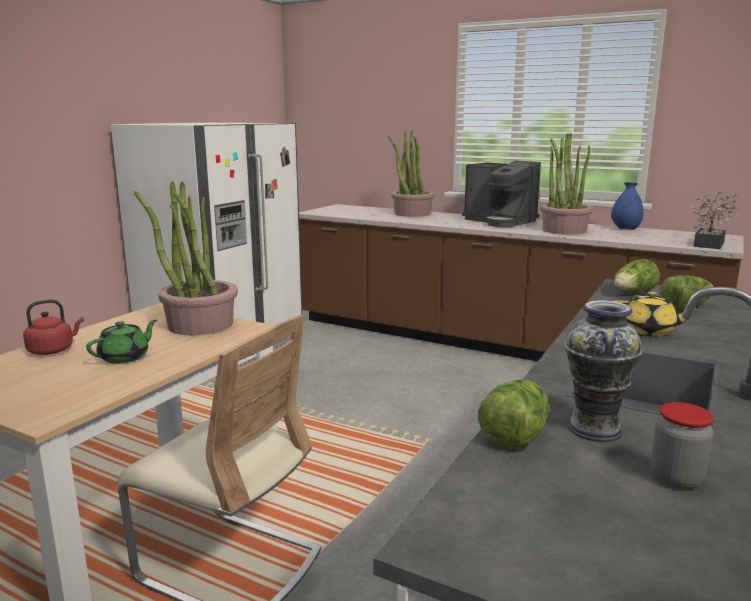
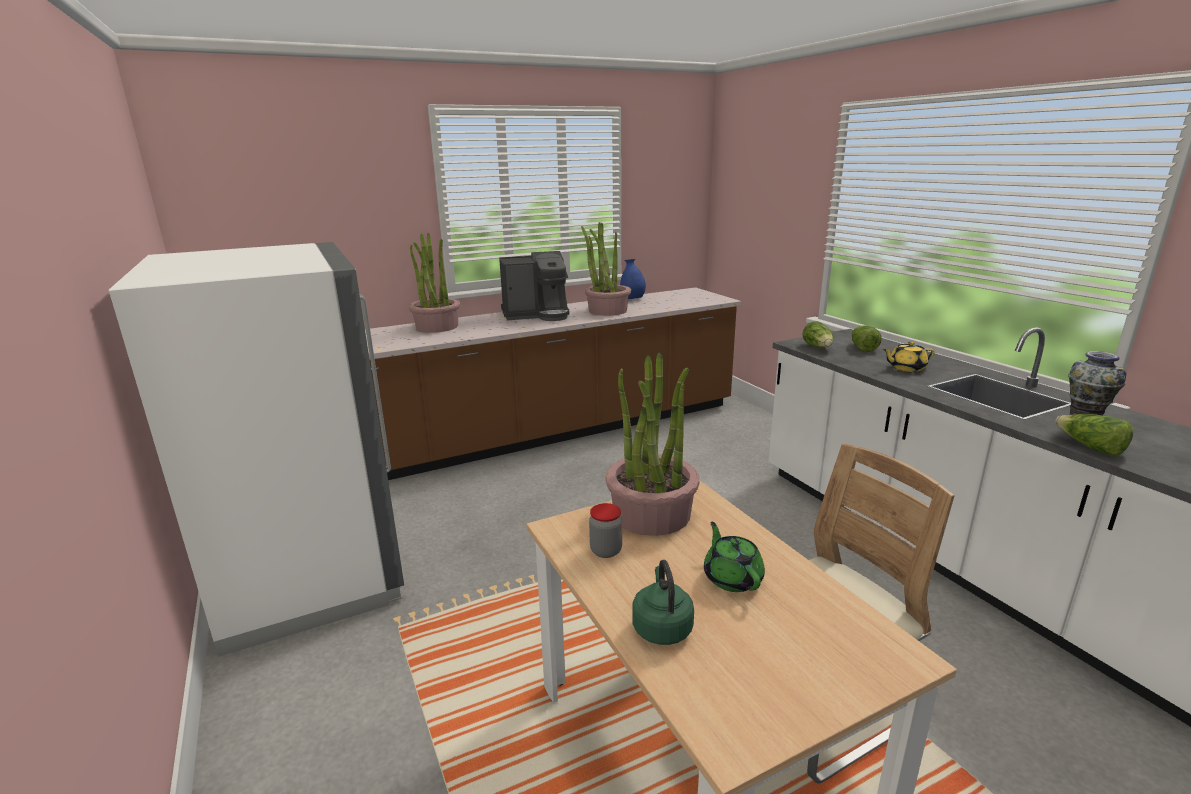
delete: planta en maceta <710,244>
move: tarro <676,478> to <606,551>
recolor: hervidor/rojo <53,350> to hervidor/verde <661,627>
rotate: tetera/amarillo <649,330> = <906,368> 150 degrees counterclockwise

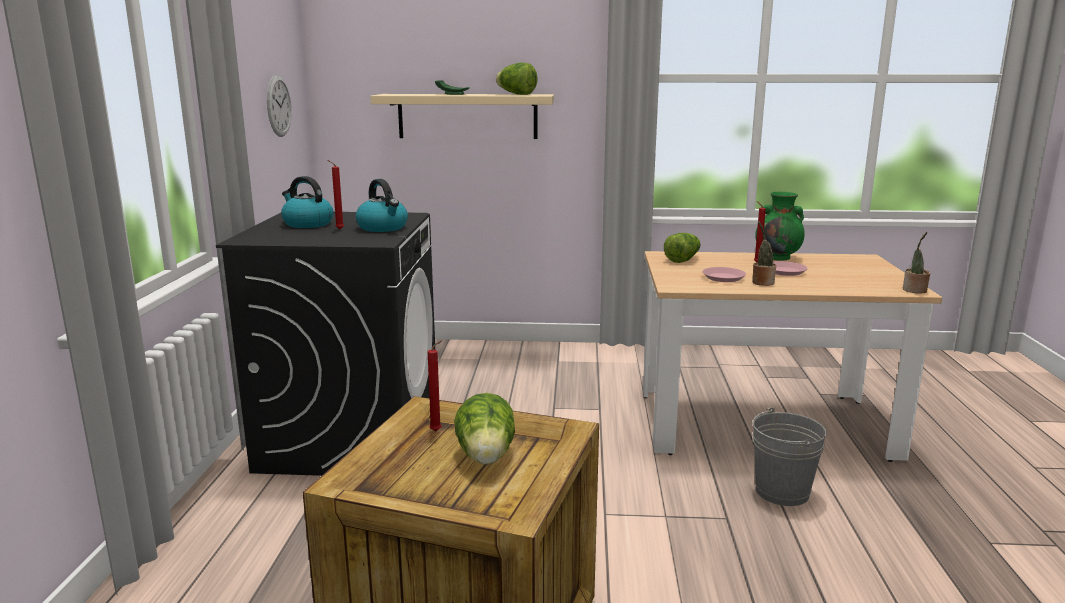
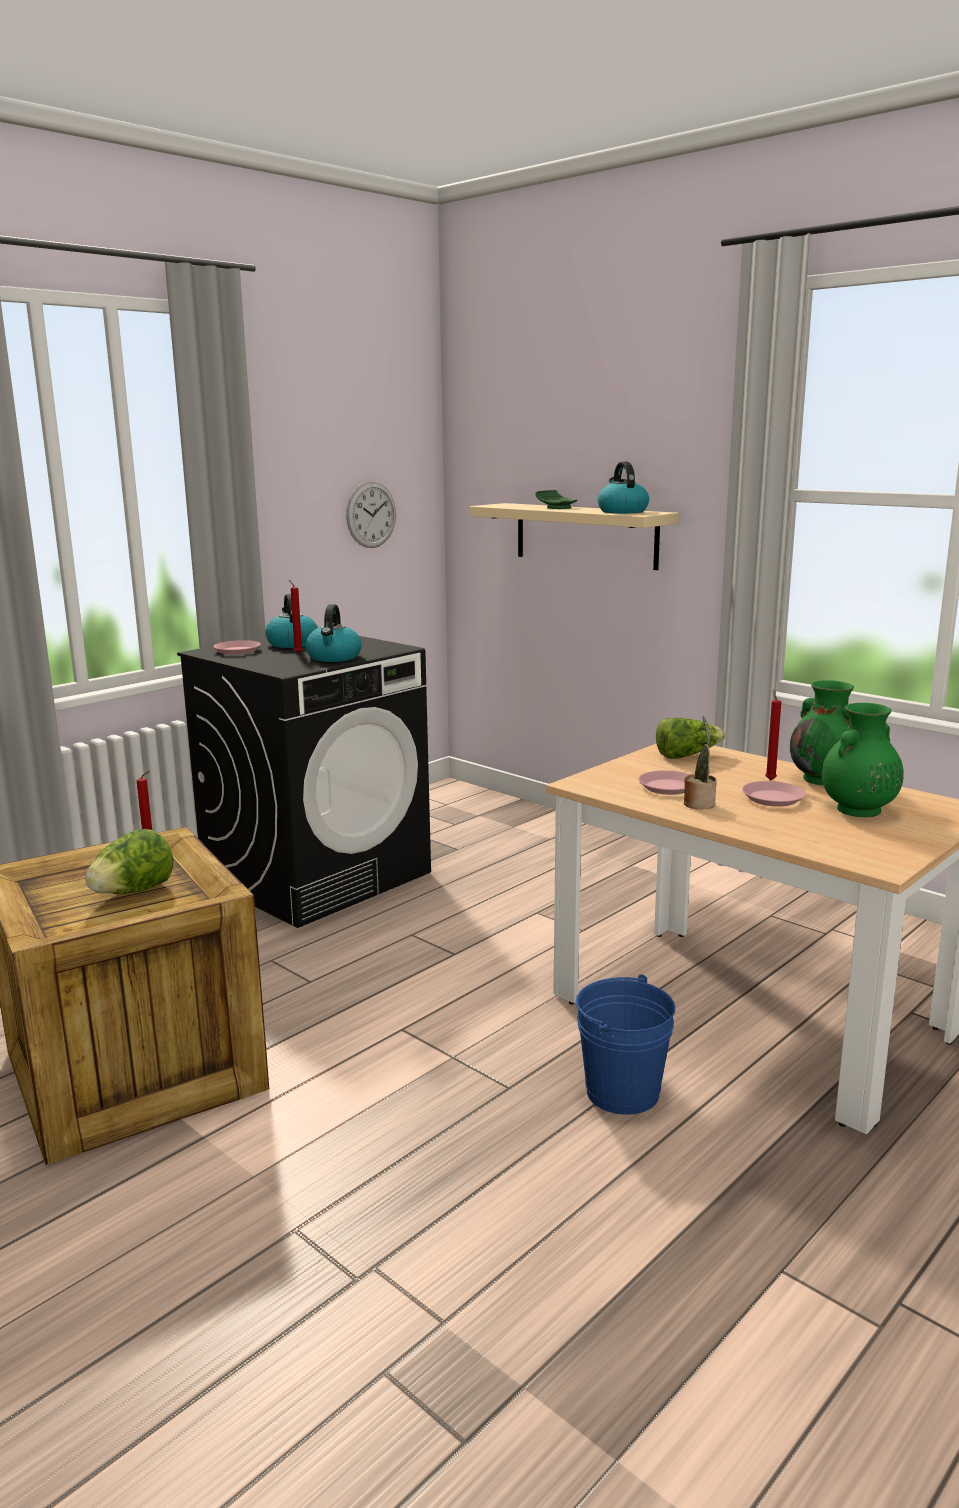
delete: planta en maceta <914,290>
insert: plato/rosa <237,651>; florero/verde <857,810>
replace: lechuga <516,94> to hervidor <622,511>
recolor: cubo/gris <782,491> to cubo/azul <622,1092>

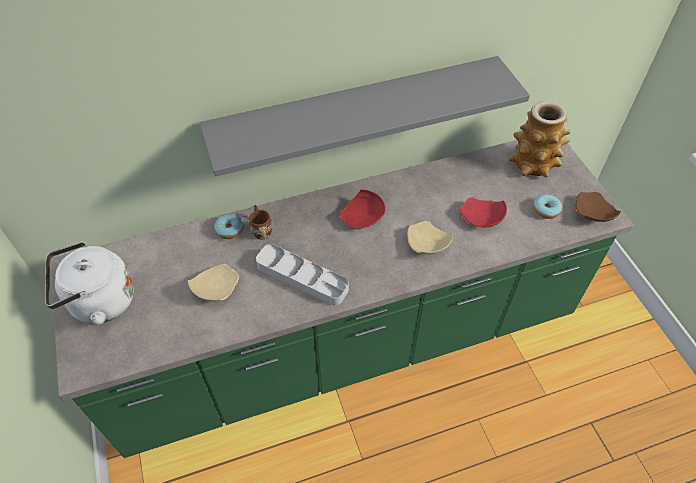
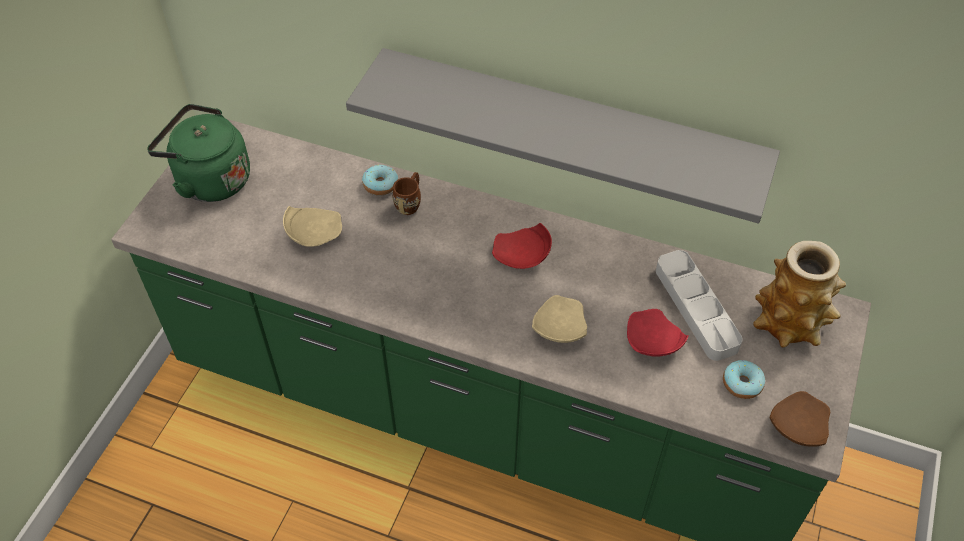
move: bandeja/gris <302,277> to <696,308>
recolor: hervidor/blanco <98,302> to hervidor/verde <209,179>

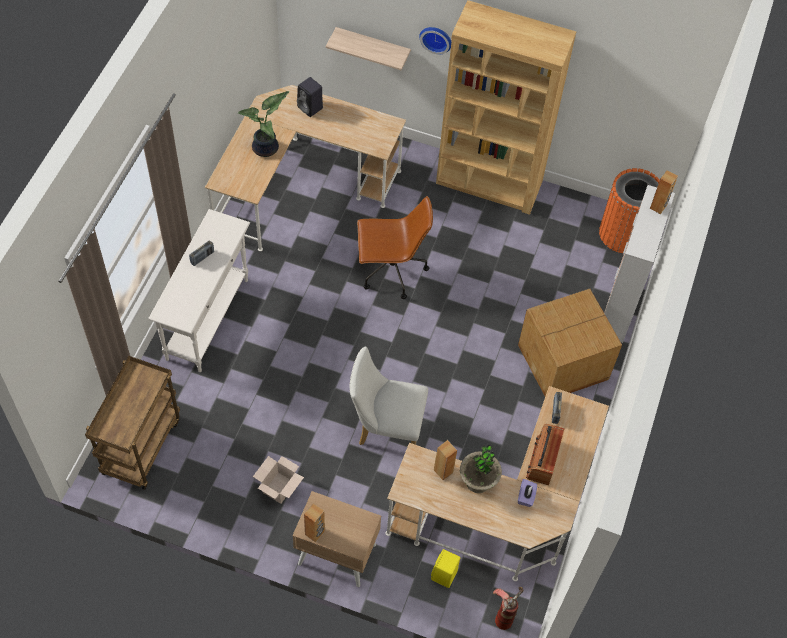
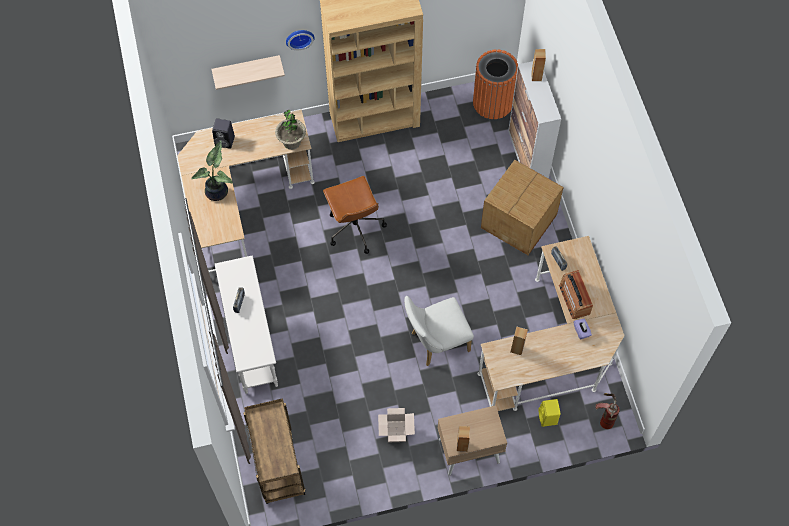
move: planta en maceta <478,482> to <292,142>
rotate: silla de oficina/marrón <391,271> = <355,227> 105 degrees clockwise

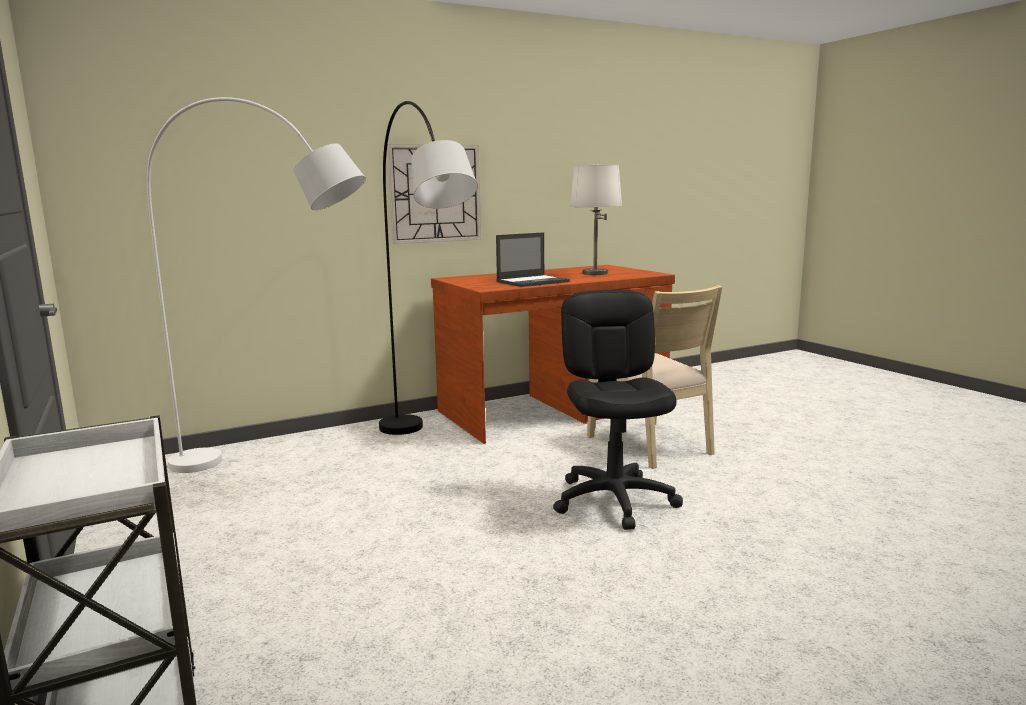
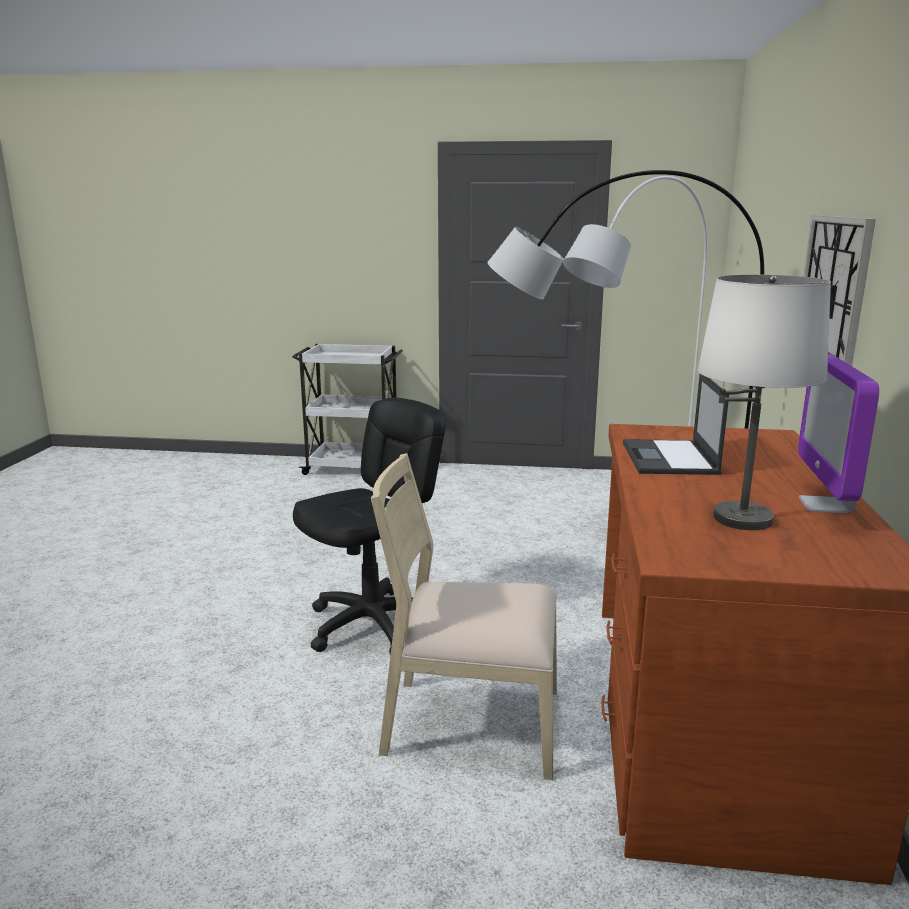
insert: monitor <825,505>
rotate: silla de oficina/negro <614,500> = <373,625> 75 degrees counterclockwise

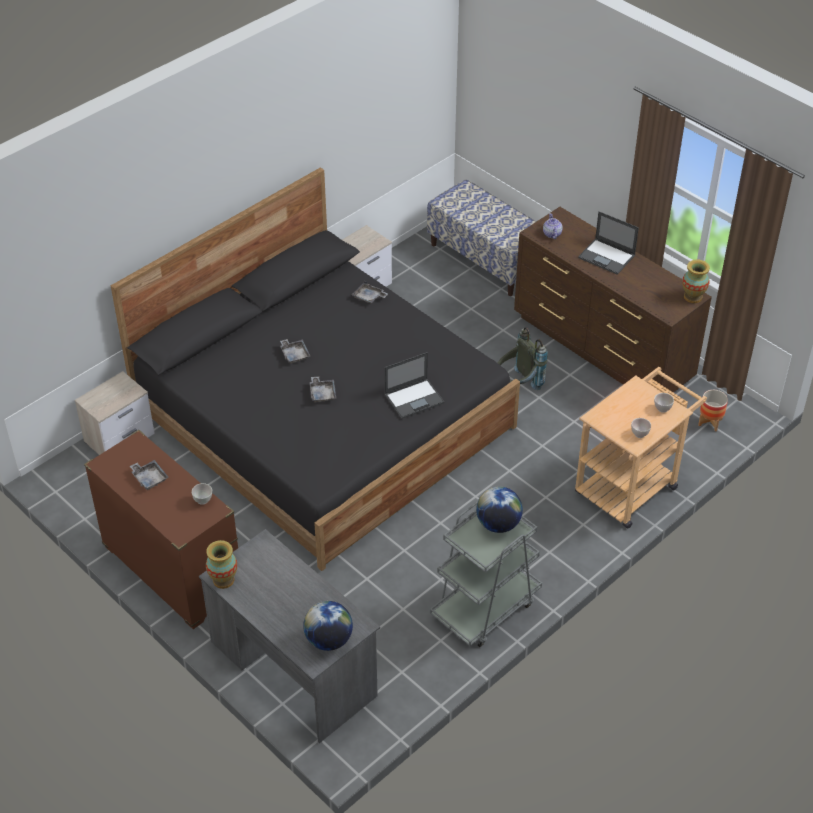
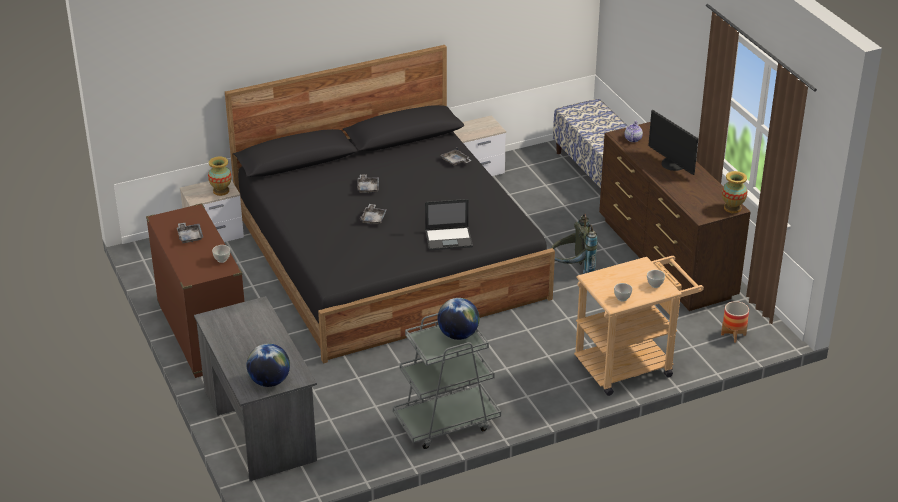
move: florero <223,580> to <221,191>
replace: portátil <607,257> to monitor <672,164>

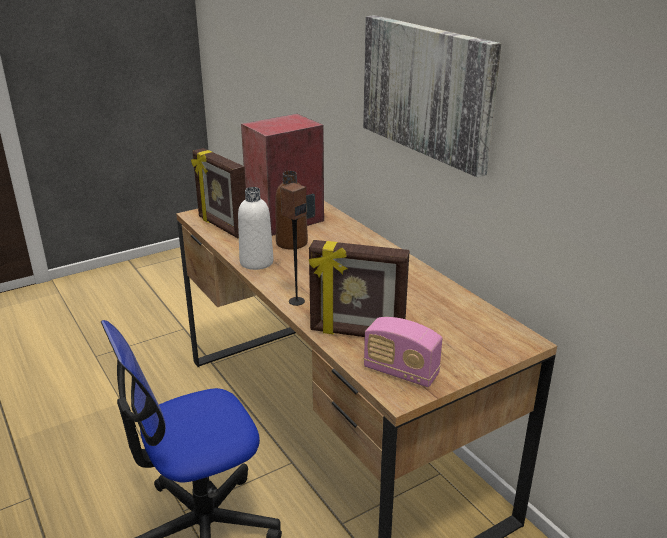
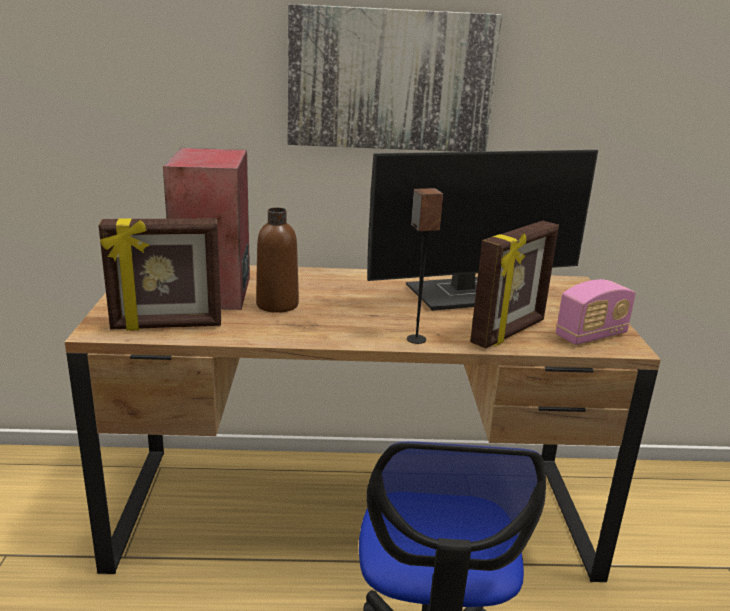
delete: botella/blanco <256,262>
insert: monitor <467,294>

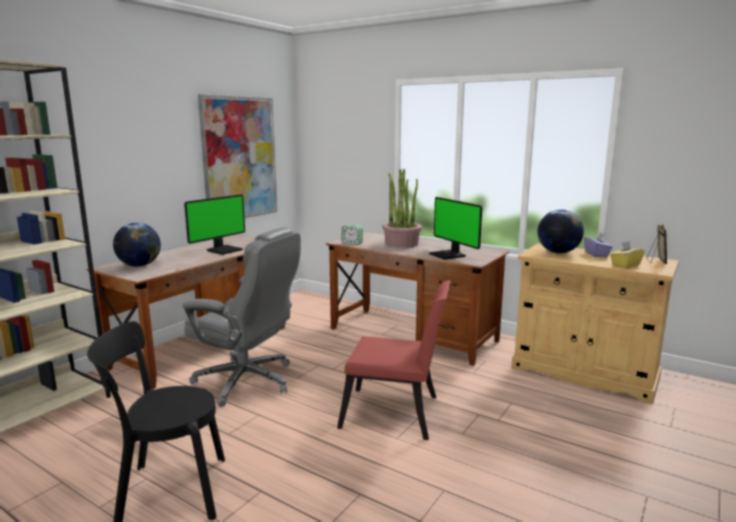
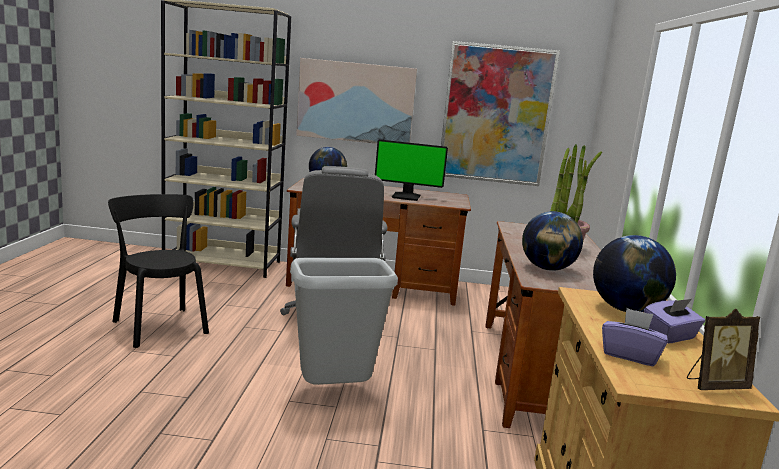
delete: despertador <352,243>
insert: cuadro <356,102>
replace: monitor <449,255> to globo terráqueo <547,269>; silla/rojo <396,414> to papelera/gris <334,393>
recolor: caja de pañuelos/amarillo <625,265> to caja de pañuelos/morado <630,355>

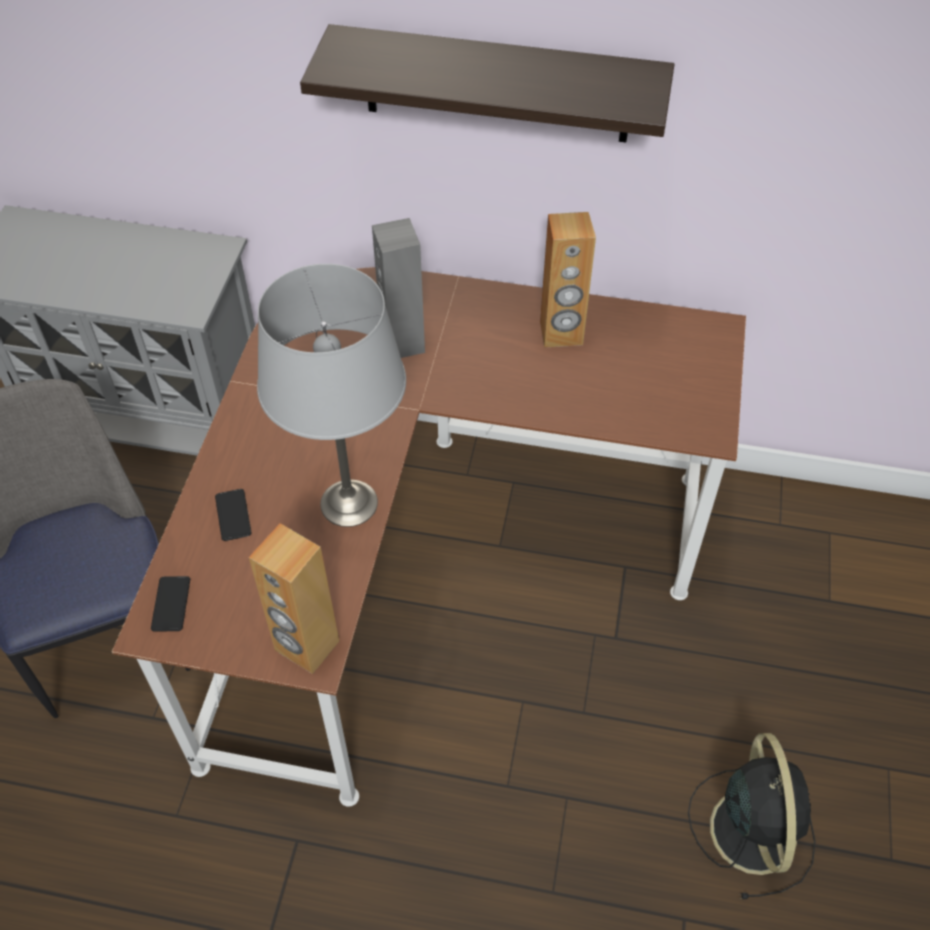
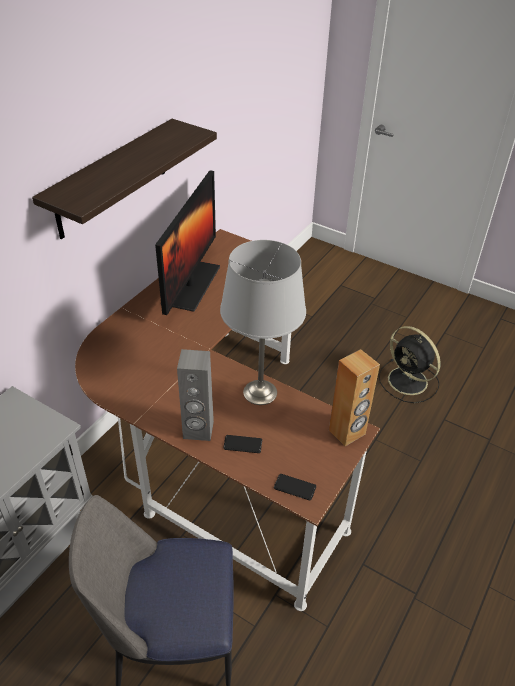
move: altavoz/gris <402,343> to <198,430>
replace: altavoz/marrón <561,334> to monitor <191,285>
rotate: ventilador/negro <752,827> = <409,382> 150 degrees counterclockwise

